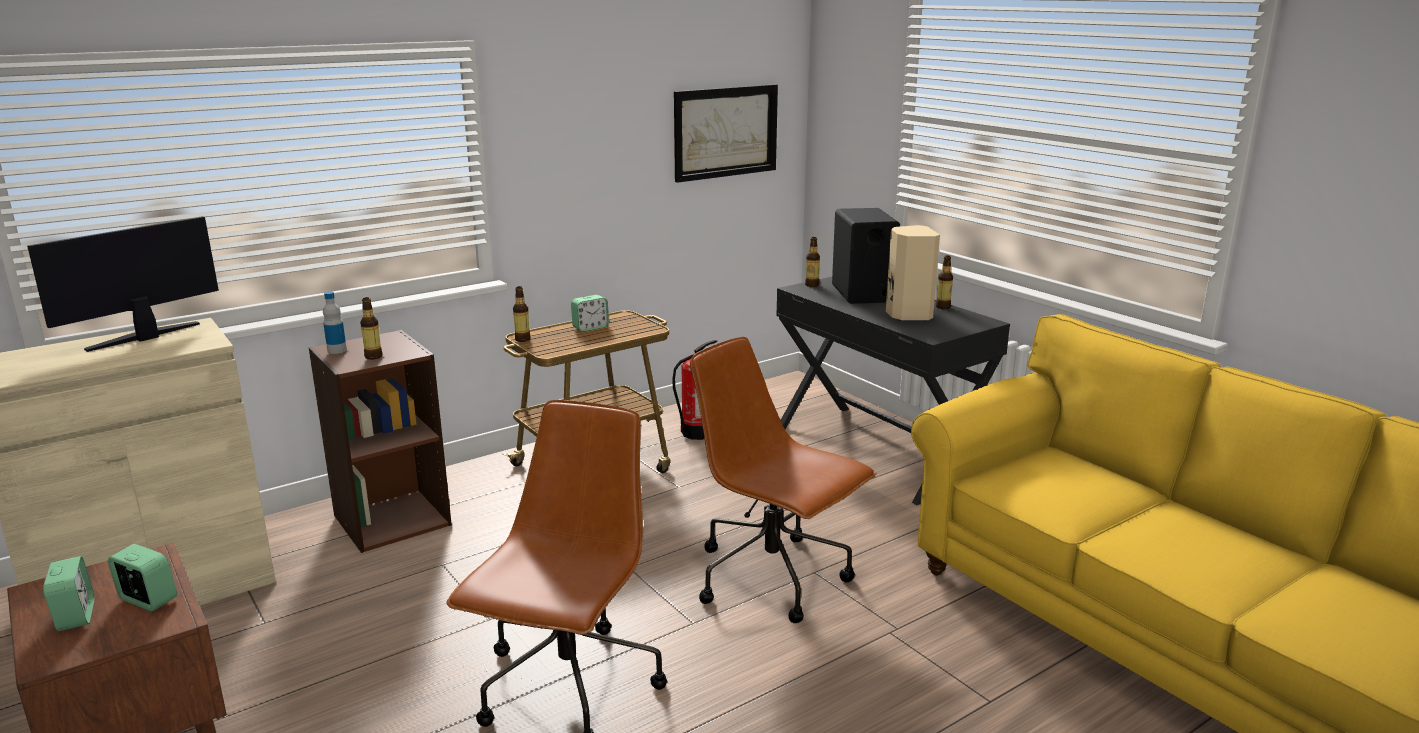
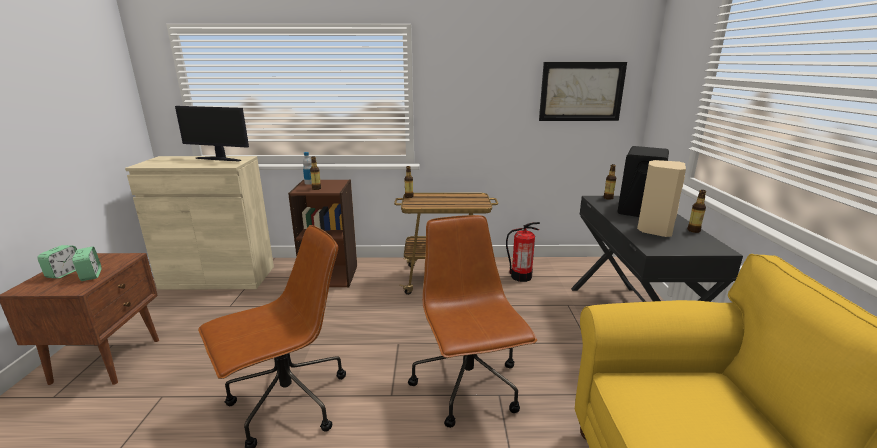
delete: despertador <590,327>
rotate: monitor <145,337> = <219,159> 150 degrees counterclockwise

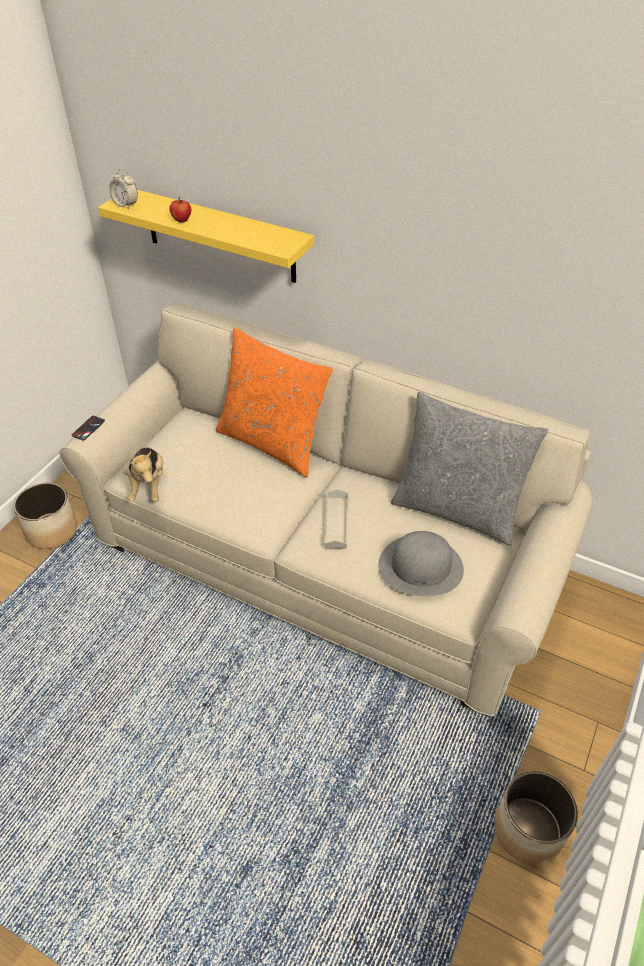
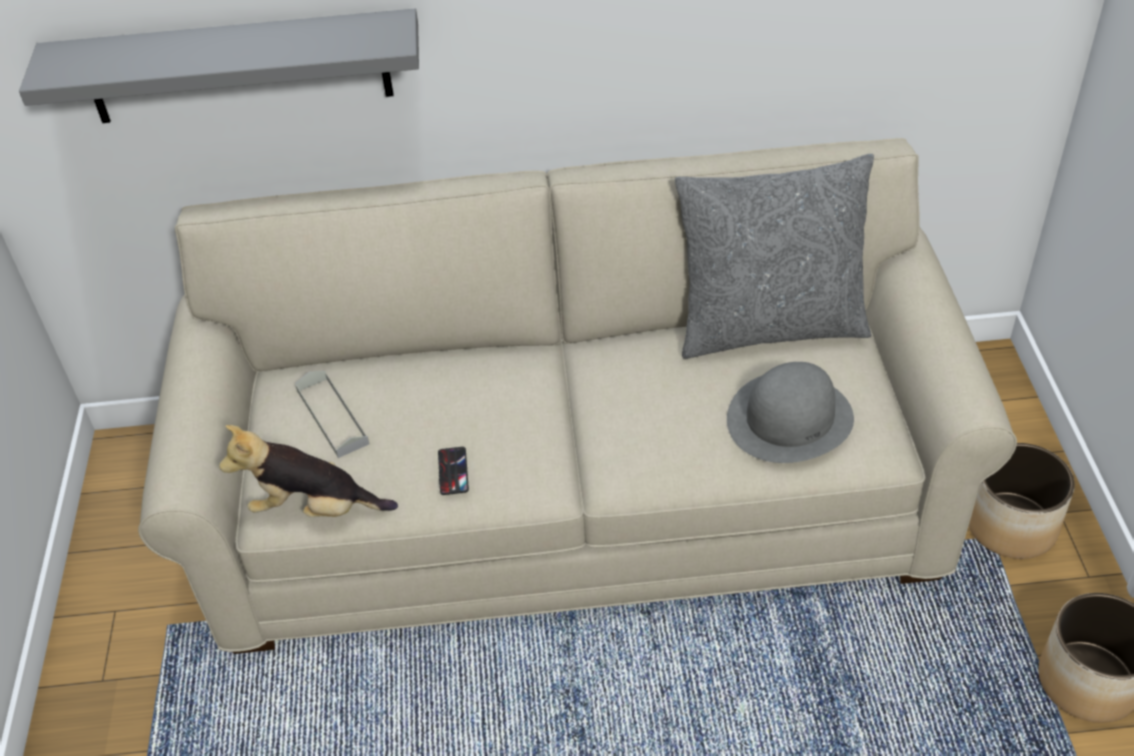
delete: despertador <126,205>; manzana <182,220>; cojín/naranja <273,443>
move: móvil <88,428> to <453,471>; maceta <51,531> to <1011,527>; bandeja/gris <336,522> to <332,417>
recolor: estante/amarillo <220,236> to estante/gris <238,67>
rotate: peluche <148,485> = <314,509> 135 degrees clockwise

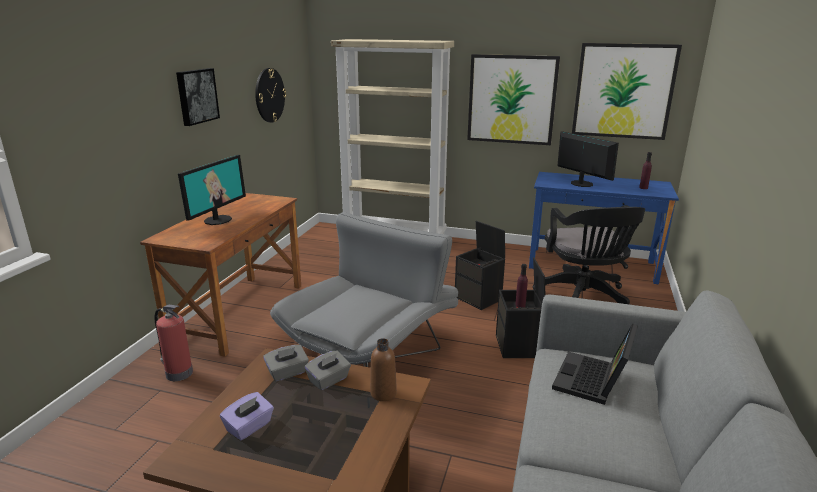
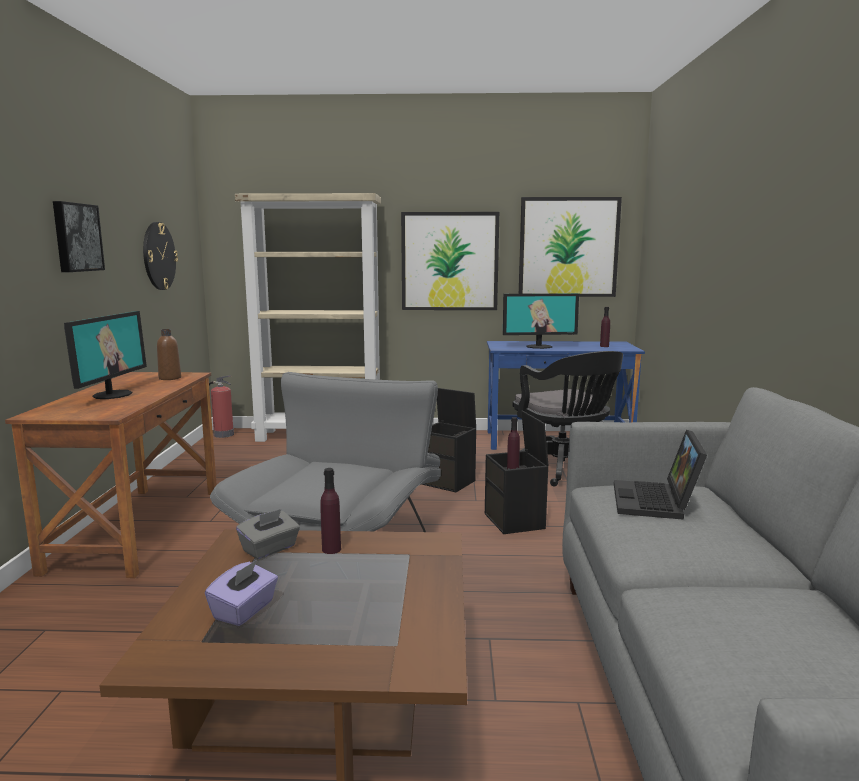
move: extintor <178,373> to <222,434>; botella/marrón <383,393> to <170,378>
replace: caja de pañuelos/gris <329,380> to botella/morado <331,549>
rotate: monitor <581,184> = <539,346> 135 degrees clockwise

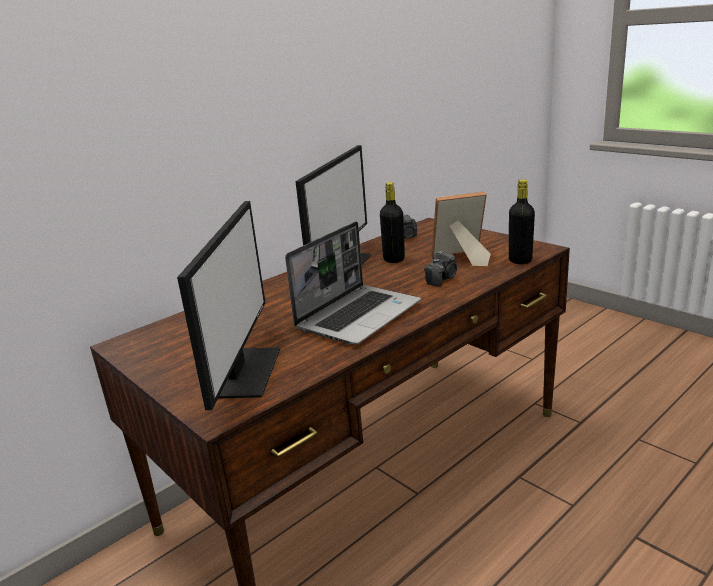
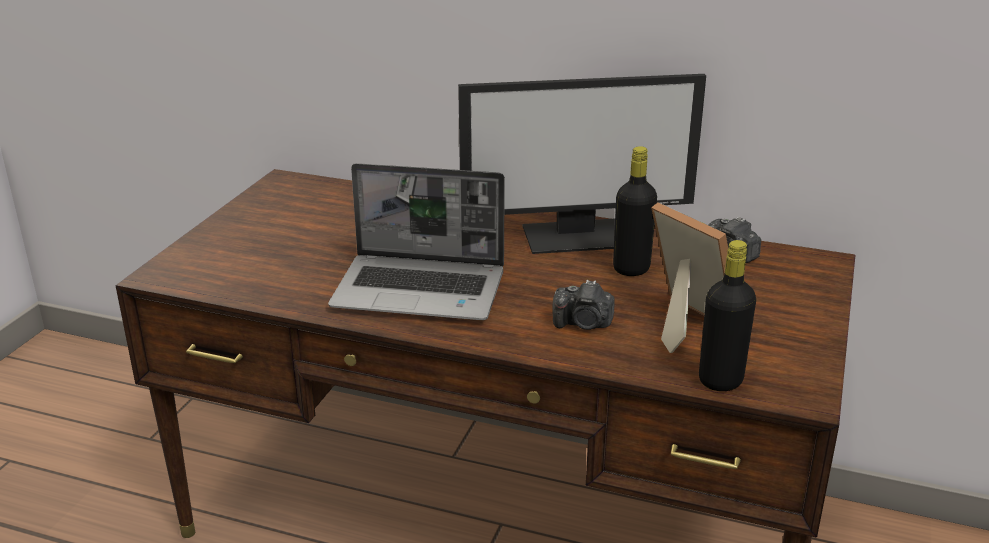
delete: monitor <242,371>

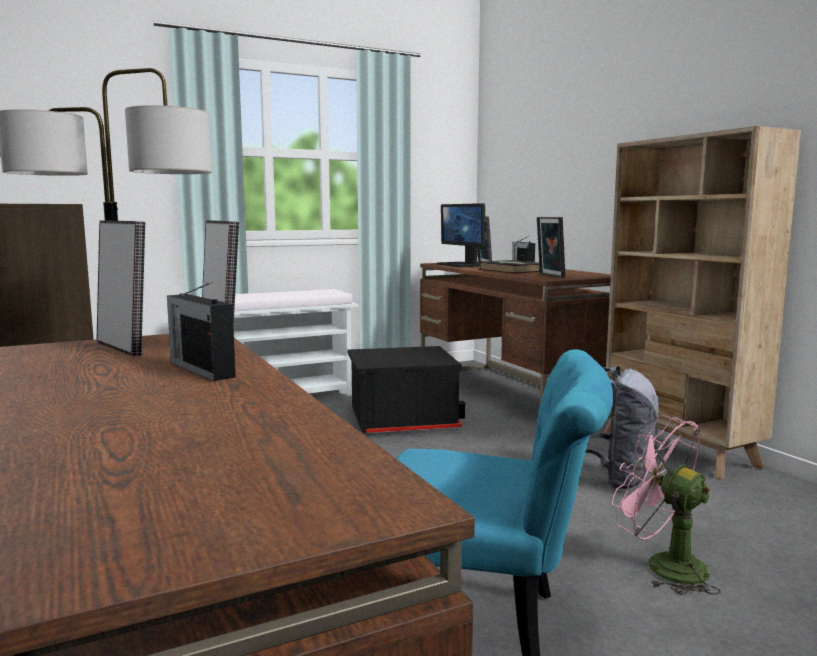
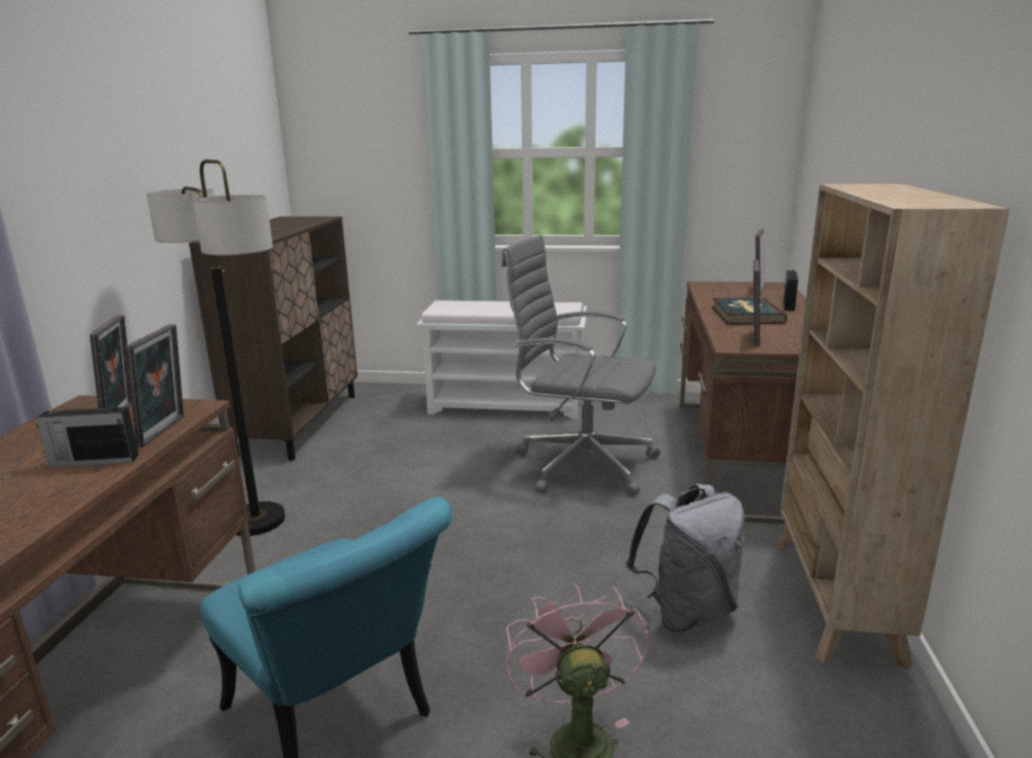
delete: monitor <461,265>
replace: caja de almacenaje/negro <402,420> to silla de oficina/gris <580,464>
rotate: radio <201,369> = <93,461> 90 degrees counterclockwise

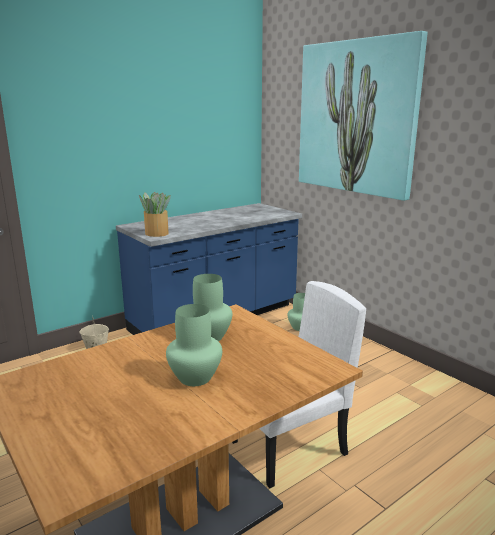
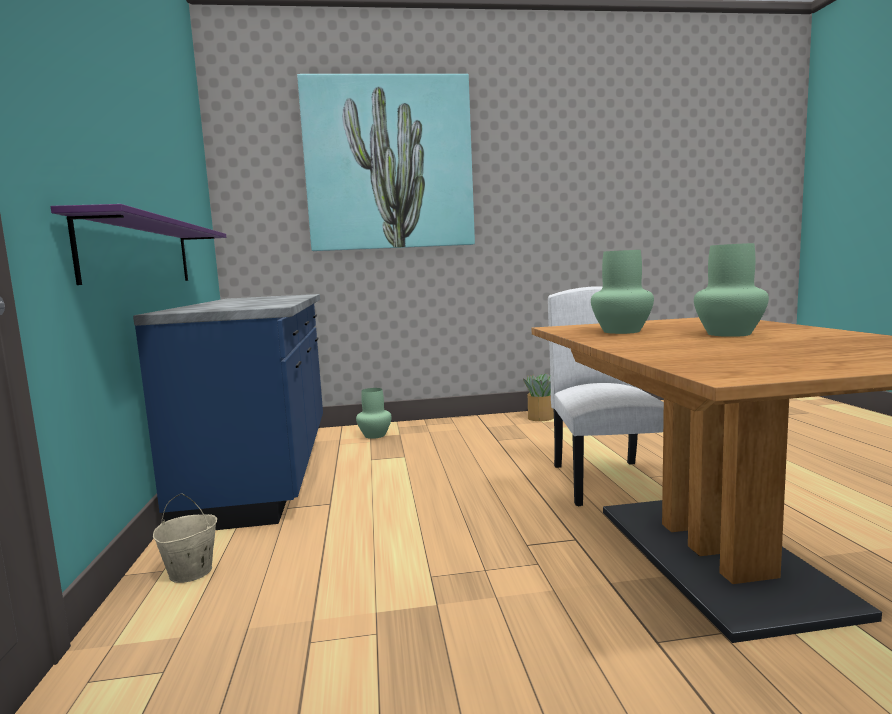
insert: estante/morado <140,253>
move: planta en maceta <156,233> to <540,418>

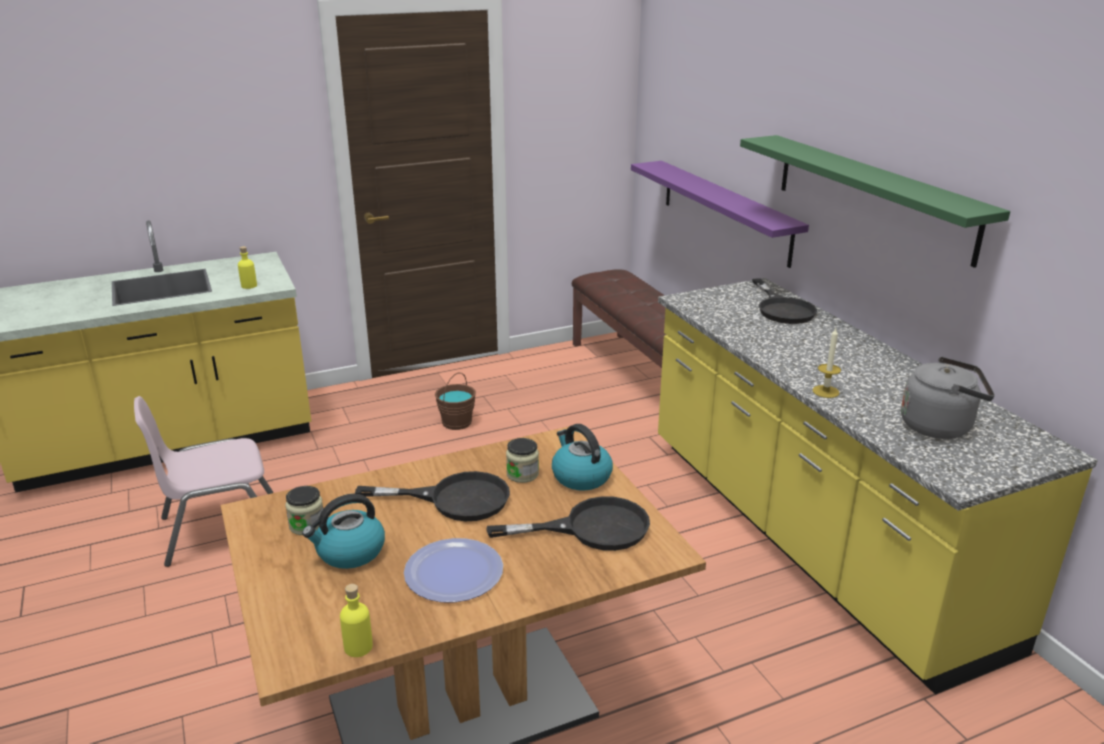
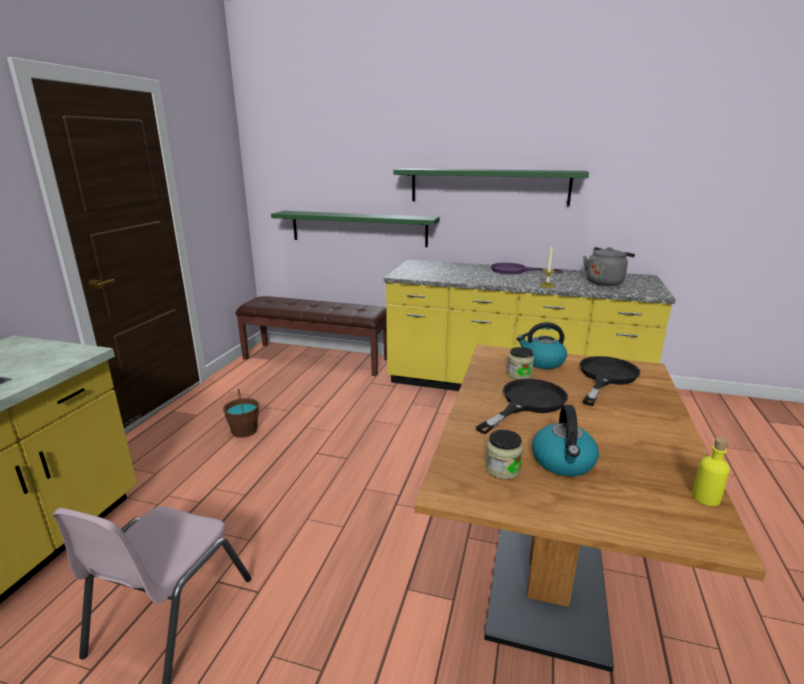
delete: botella/amarillo <249,286>; sartén/negro <782,309>; plato <453,572>
insert: sartén/morado <515,270>
recolor: estante/morado <725,211> to estante/verde <358,228>

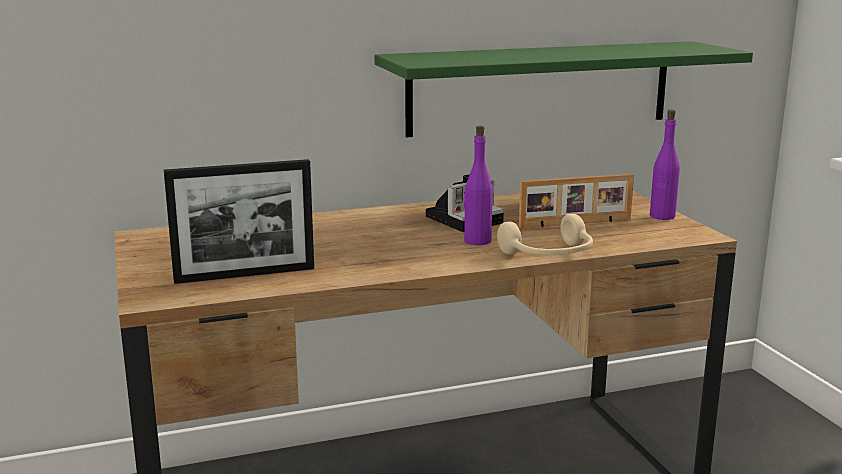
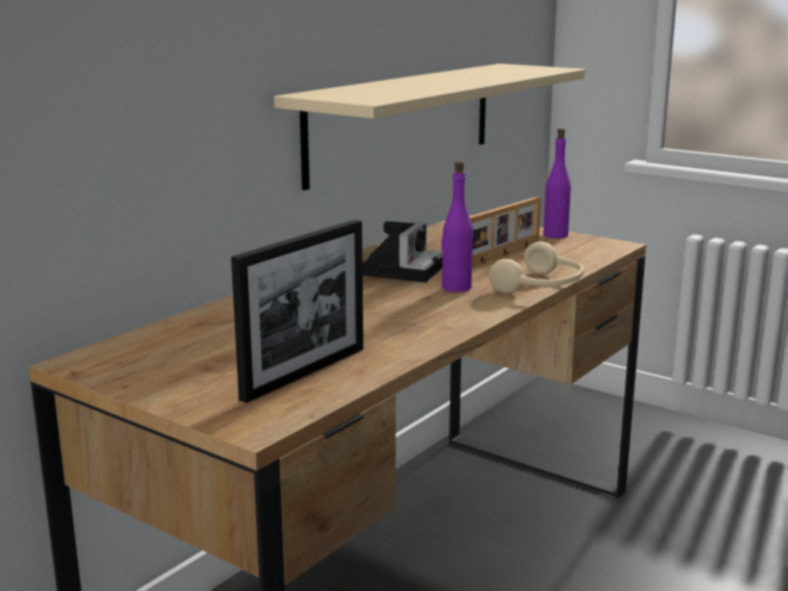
recolor: estante/verde <540,88> to estante/beis <402,121>

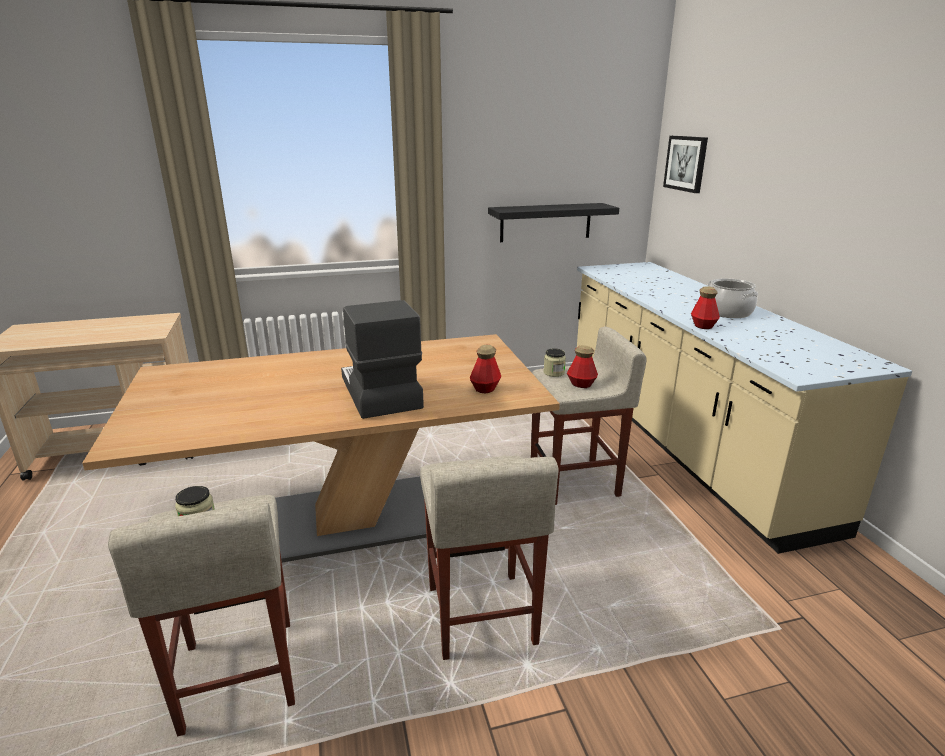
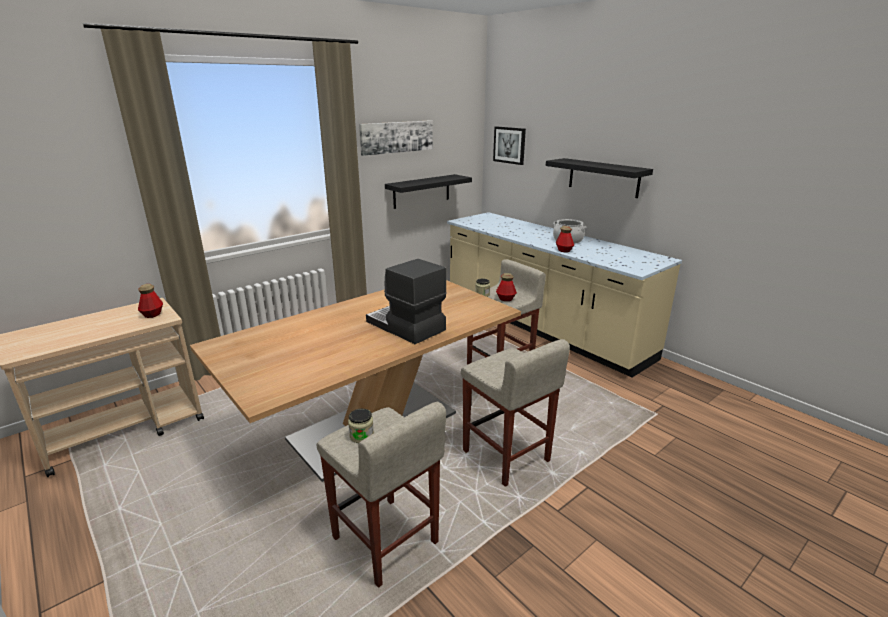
insert: cuadro <396,137>; estante/negro <603,177>
move: botella <485,389> to <152,314>

